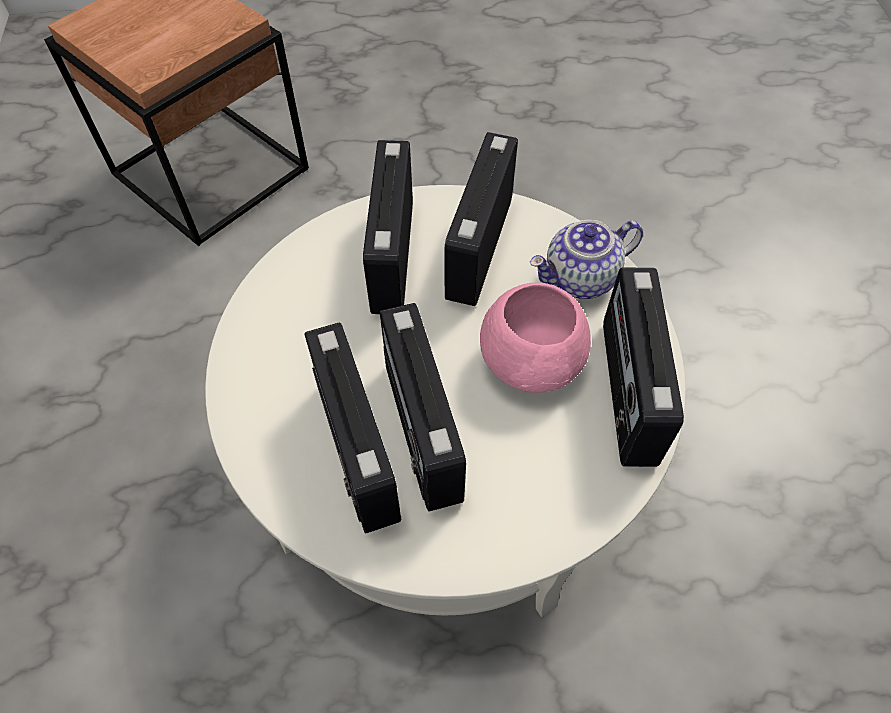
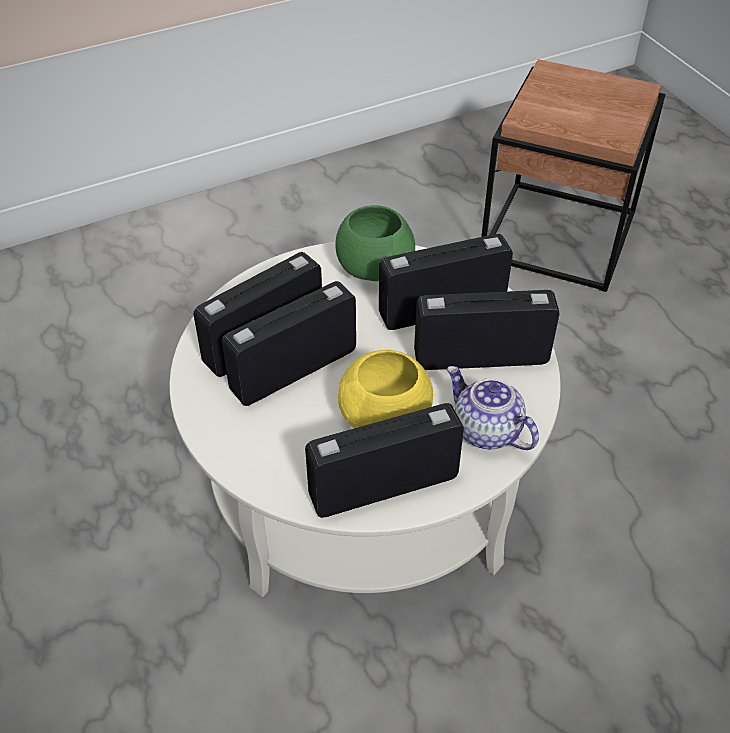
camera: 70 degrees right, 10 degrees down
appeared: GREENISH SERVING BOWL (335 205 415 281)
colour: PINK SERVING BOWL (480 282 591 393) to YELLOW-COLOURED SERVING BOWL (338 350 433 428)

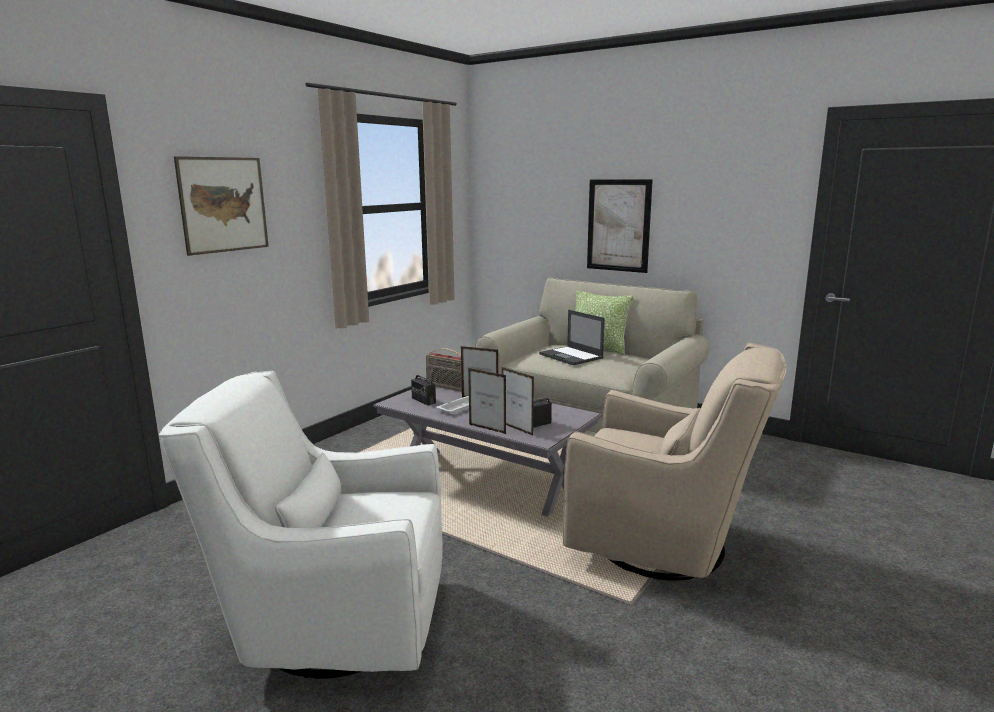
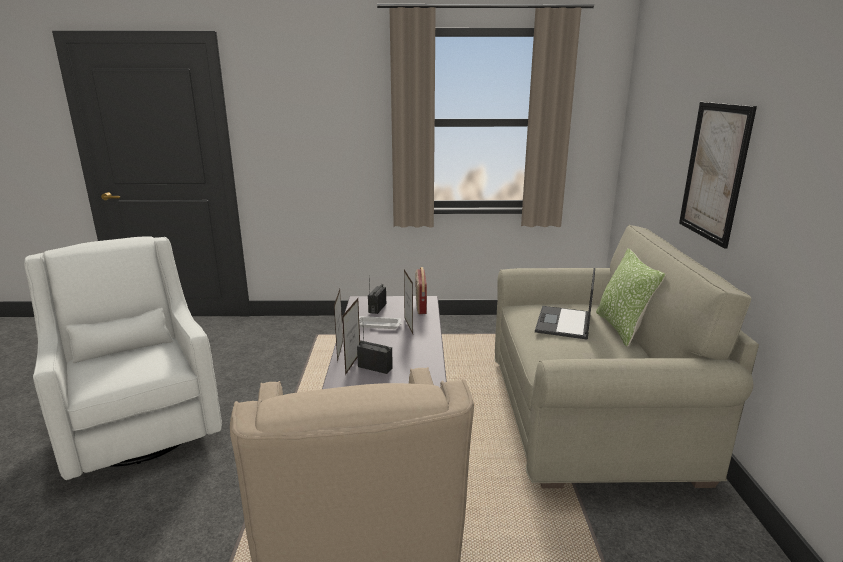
camera: 55 degrees right, 5 degrees up
missing: WALL ART (174 156 269 256)

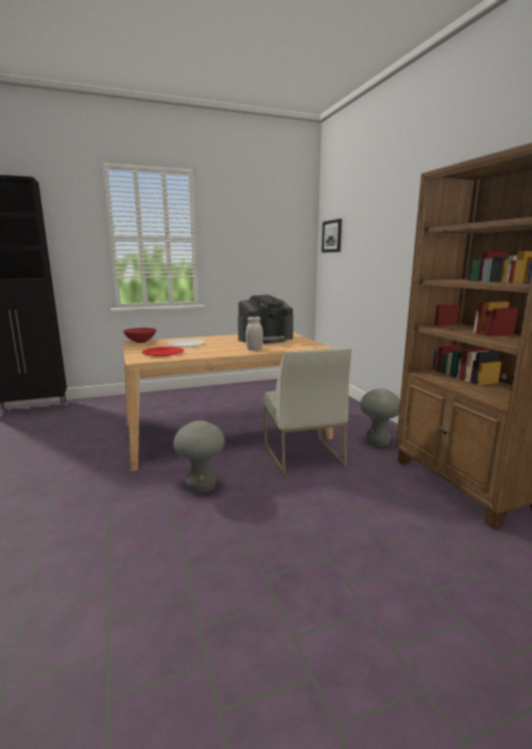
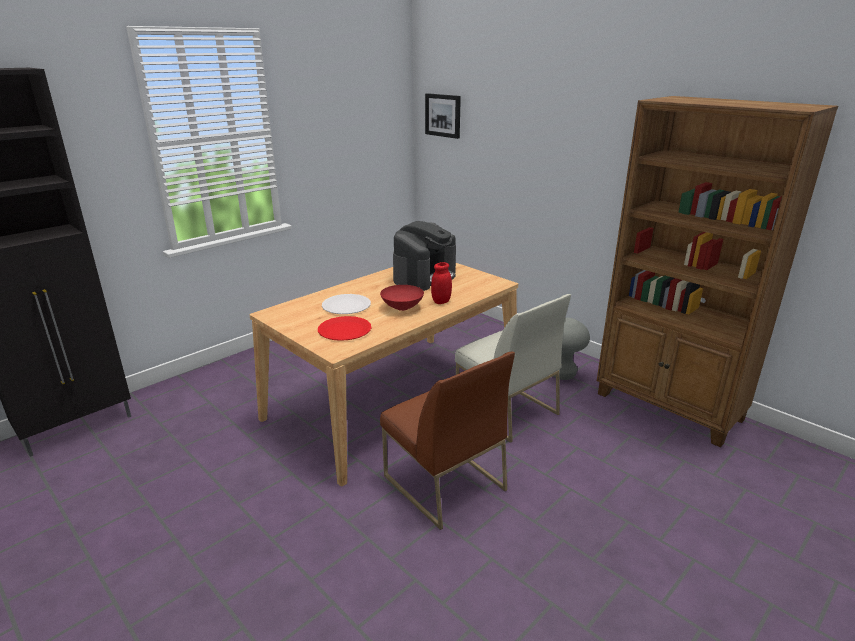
camera: 25 degrees left, 10 degrees up
relocated: REDDISH SERVING BOWL (123 328 156 343) to (380 285 424 311)
exchanged: GREY STOOL (173 420 225 493) to BROWNISH PLAIN CHAIR (380 352 515 530)
colour: WHITE-COLOURED JAR (246 316 263 350) to REDDISH JAR (431 262 452 304)

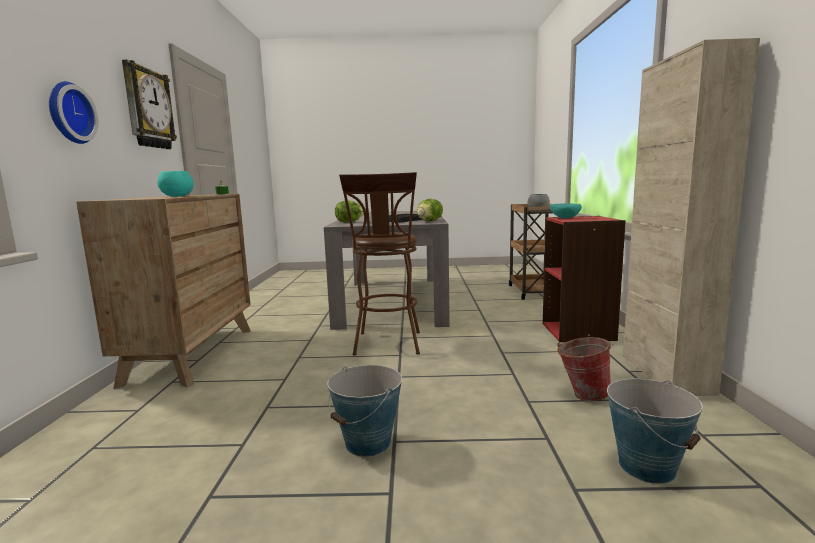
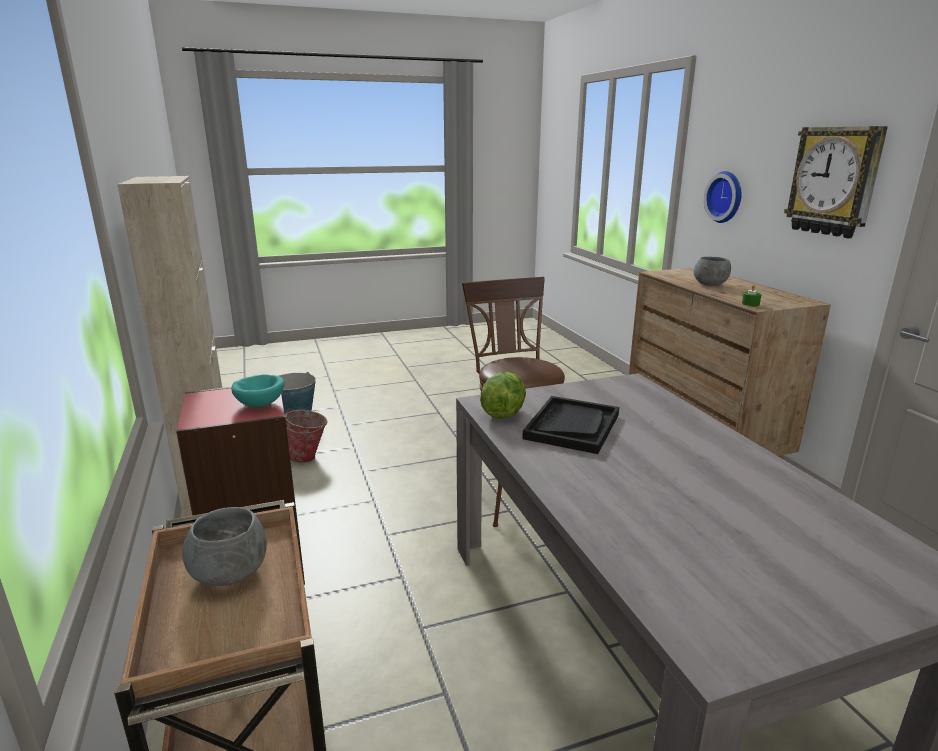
camera: 160 degrees right, 10 degrees up
missing: PAIL (327 365 402 457); LETTUCE (335 201 364 222)
colour: TURQUOISE SERVING BOWL (158 171 193 197) to GREY SERVING BOWL (694 257 731 286)

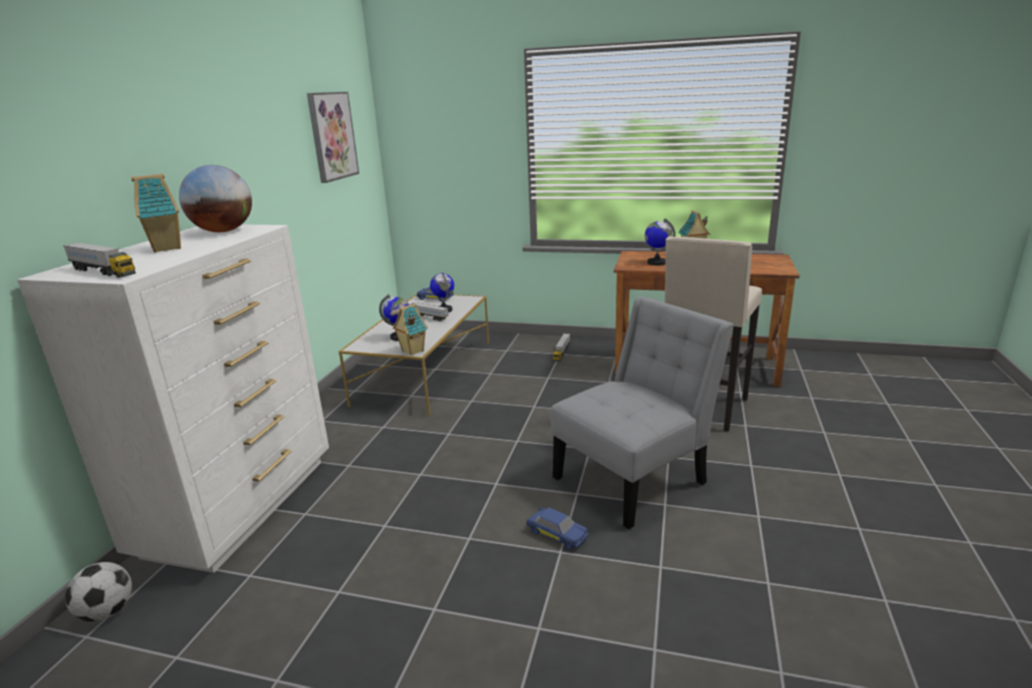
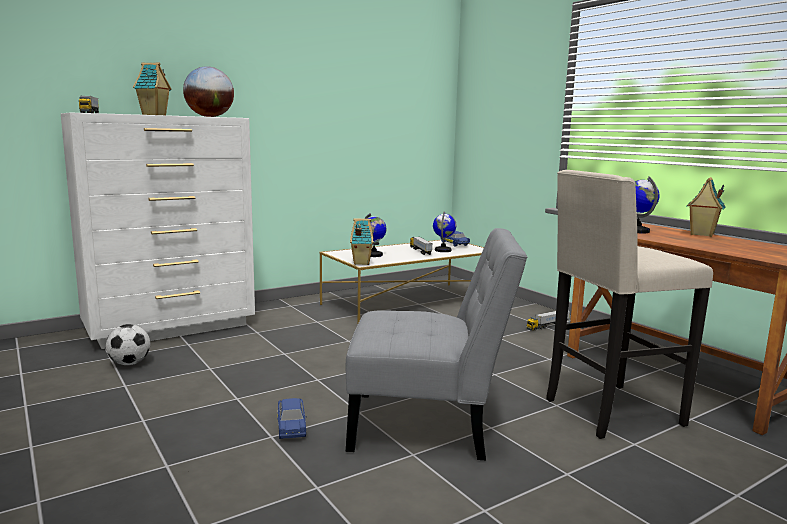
camera: 40 degrees right, 10 degrees down
missing: WALL ART (307 92 359 183)
relocated: FOOTBALL BALL (65 562 132 622) to (106 324 150 365)

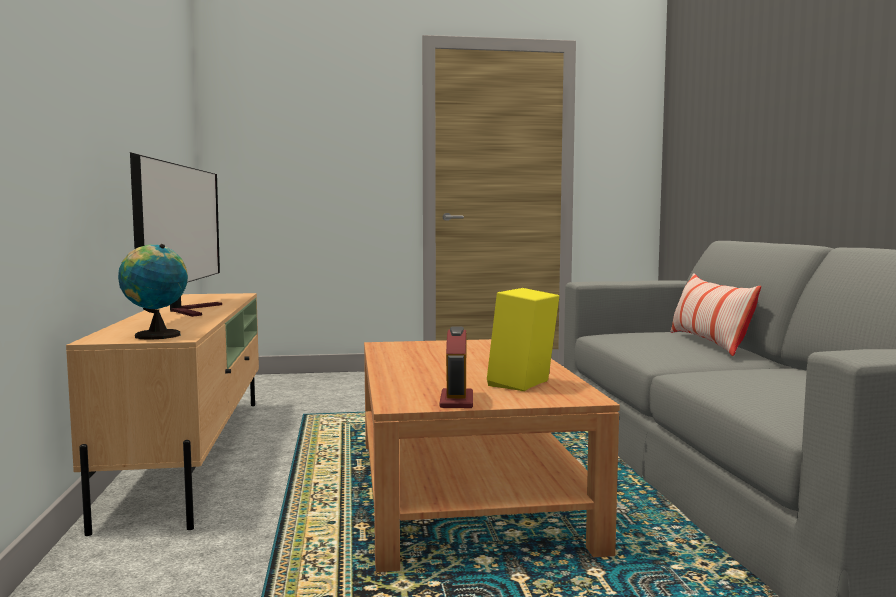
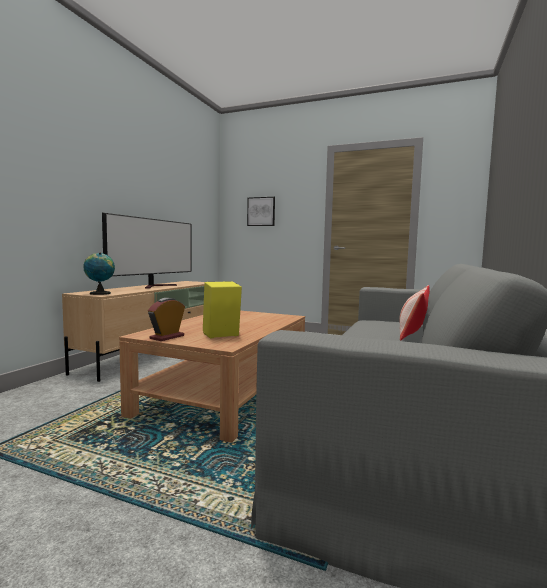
camera: 30 degrees right, 0 degrees up
appeared: WALL ART (247 197 275 226)

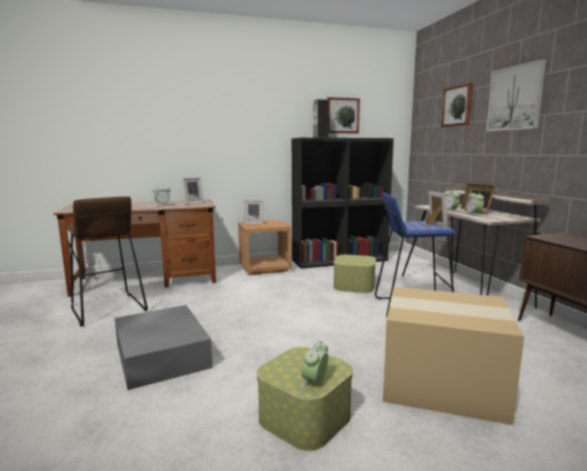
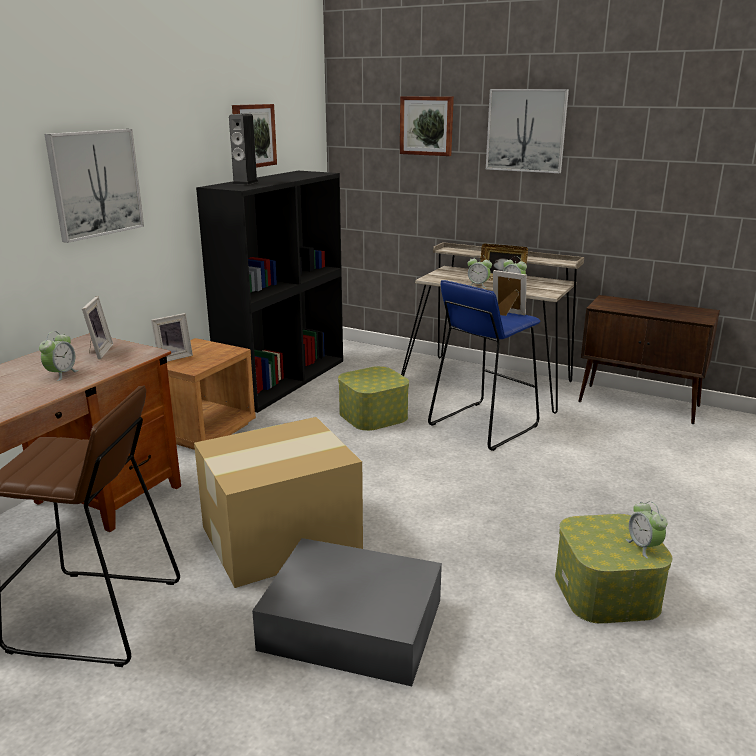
camera: 45 degrees left, 10 degrees up
appeared: WALL ART (45 129 144 243)
relocated: CARTON (383 287 524 425) to (194 417 363 588)

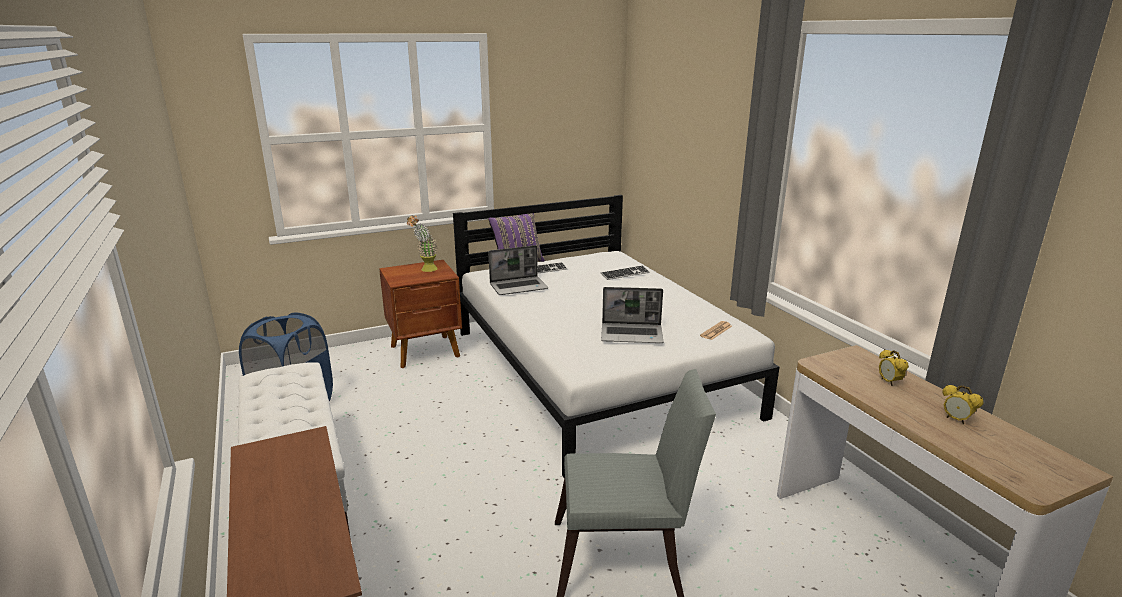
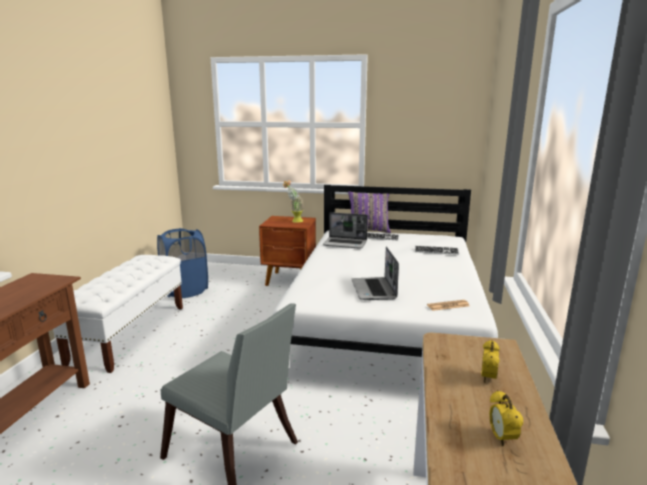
camera: 35 degrees right, 5 degrees down
spun: NOTEBOOK COMPUTER (601 287 664 343) = (352 246 399 300) 45 degrees clockwise

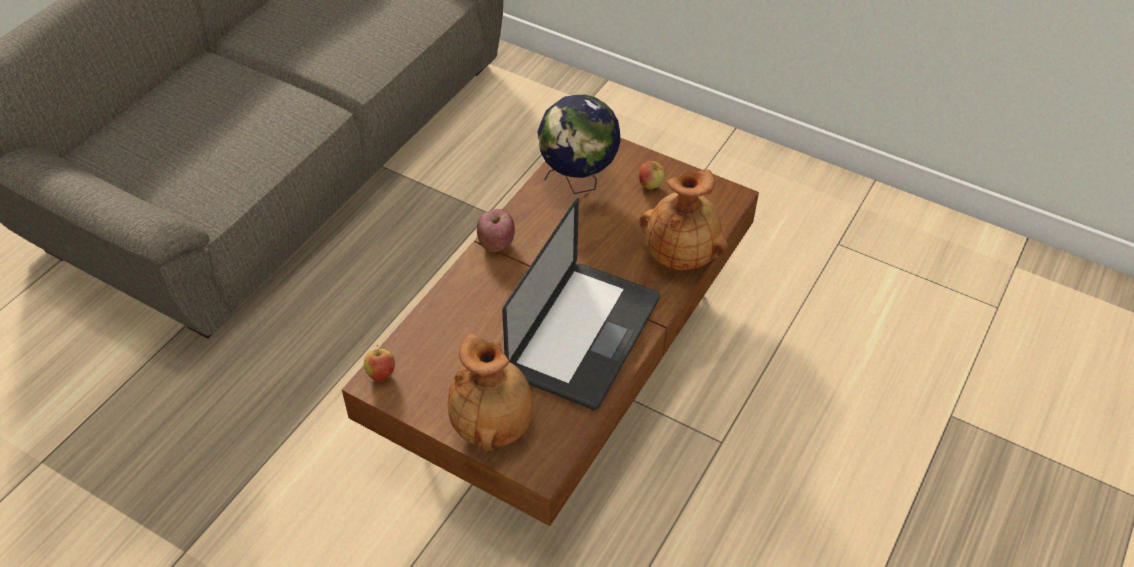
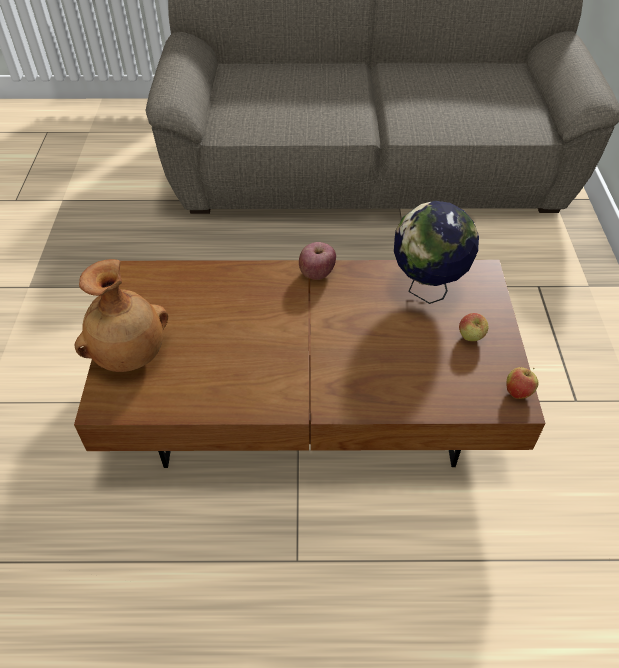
camera: 60 degrees right, 0 degrees up
missing: NOTEBOOK COMPUTER (502 198 660 410); BROWNISH DECORATIVE VASE (639 169 728 270)
relocated: WHOLE APPLE (364 345 395 381) to (506 367 539 399)

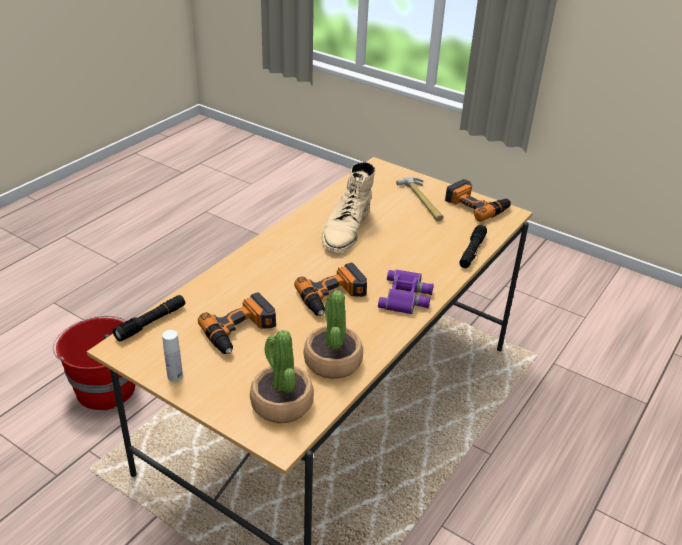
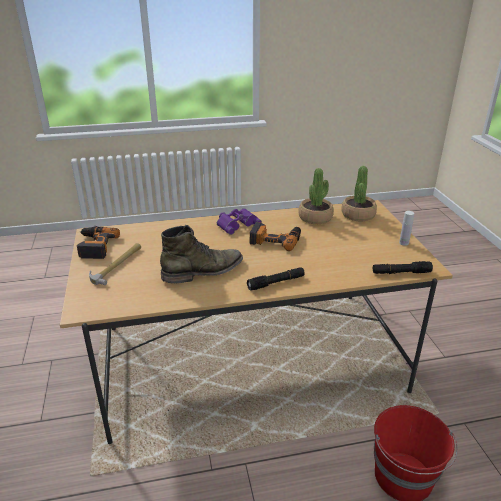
camera: 135 degrees left, 5 degrees down
missing: ELECTRIC DRILL (198 292 276 354)
relocated: BLACK-COLOURED TORCH (459 225 487 268) to (247 267 305 291)
colour: SAND-COLOURED HIGH-TOP BOOT (322 162 375 253) to GREENISH HIGH-TOP BOOT (160 225 243 283)

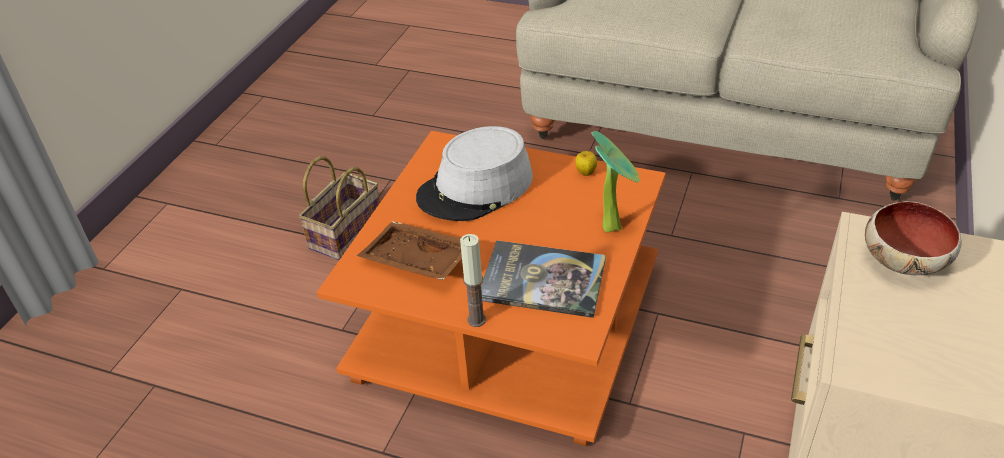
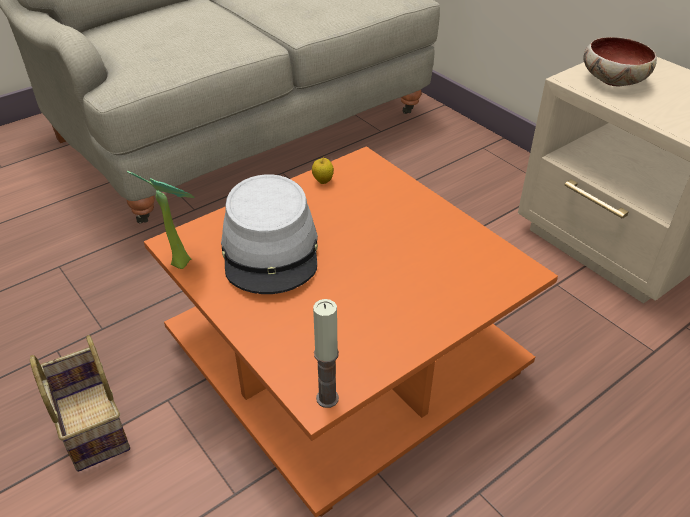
camera: 60 degrees left, 0 degrees up
missing: BROWNISH SERVING TRAY (357 221 462 280); VOLUME (481 240 606 318)
relocated: CANDLE (460 234 486 327) to (313 299 339 408); HOUSEPLANT (591 131 640 232) to (127 171 195 269)

